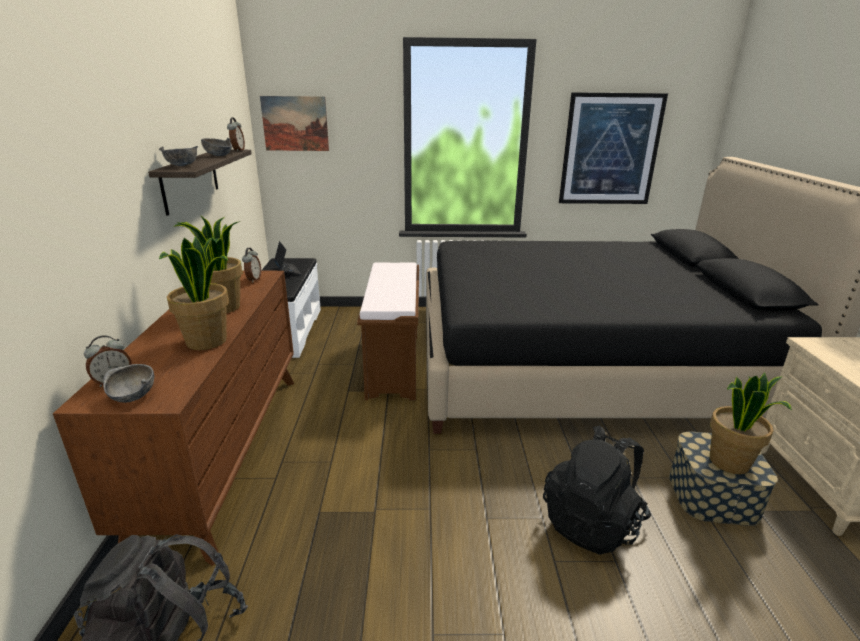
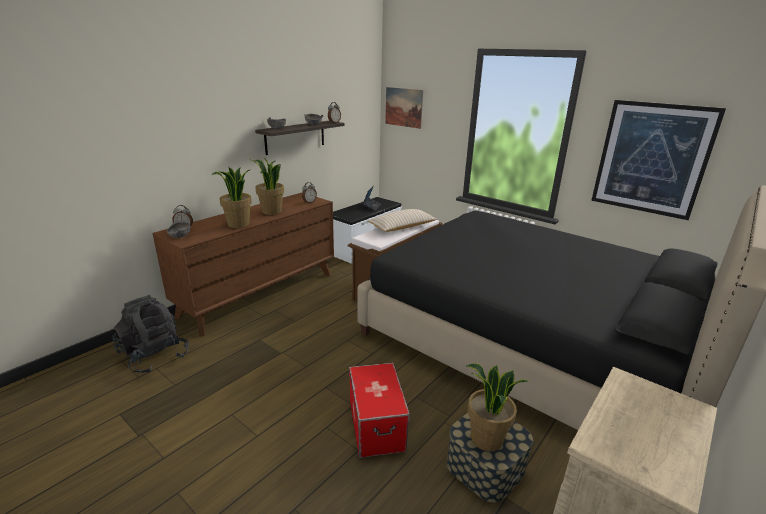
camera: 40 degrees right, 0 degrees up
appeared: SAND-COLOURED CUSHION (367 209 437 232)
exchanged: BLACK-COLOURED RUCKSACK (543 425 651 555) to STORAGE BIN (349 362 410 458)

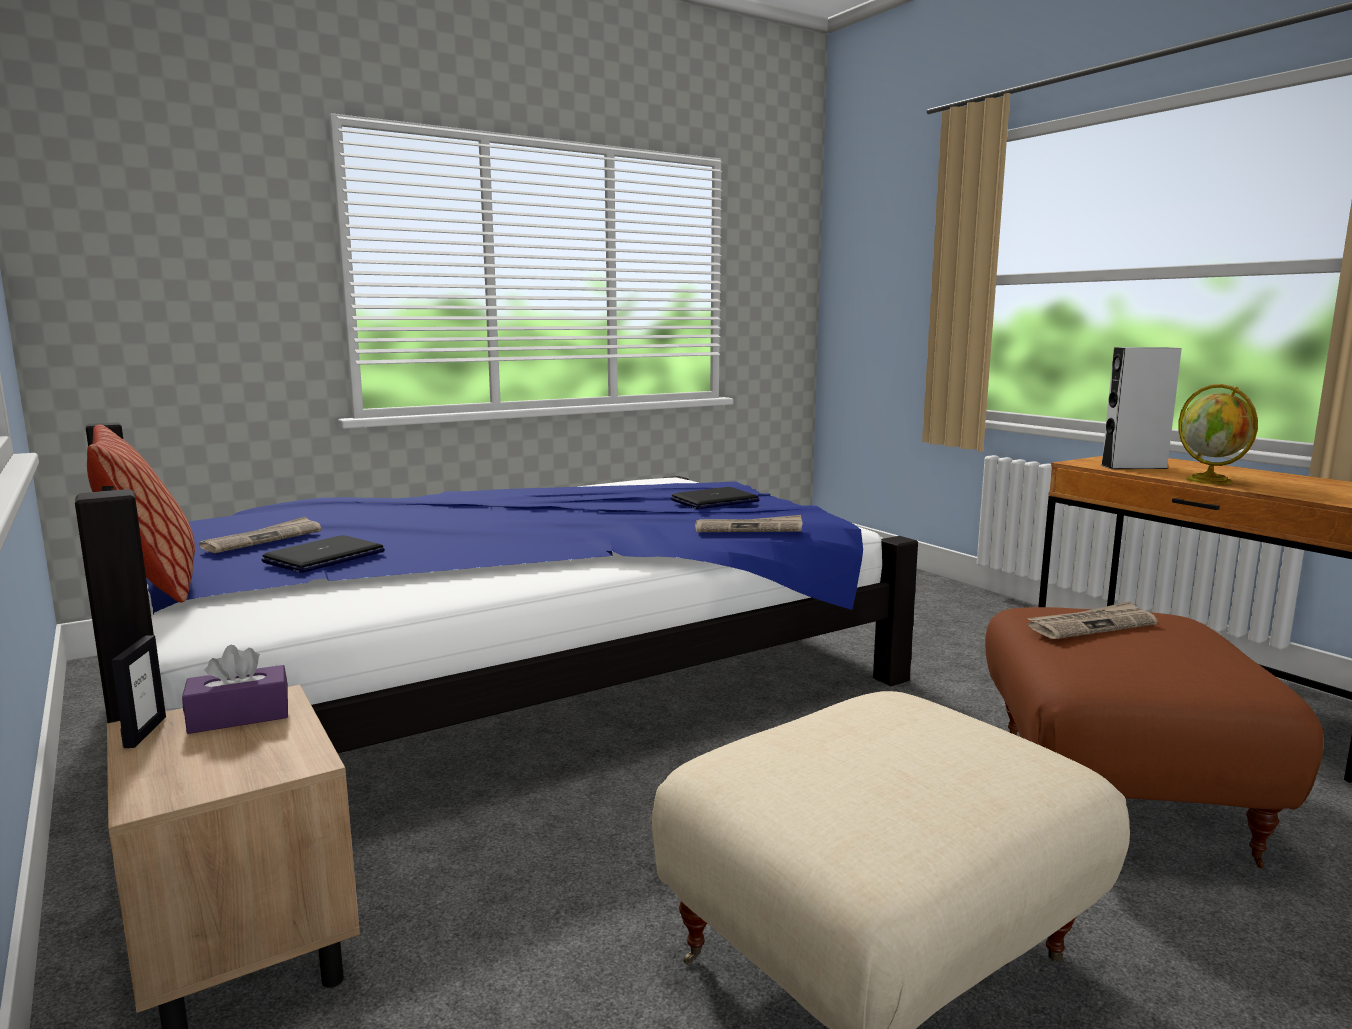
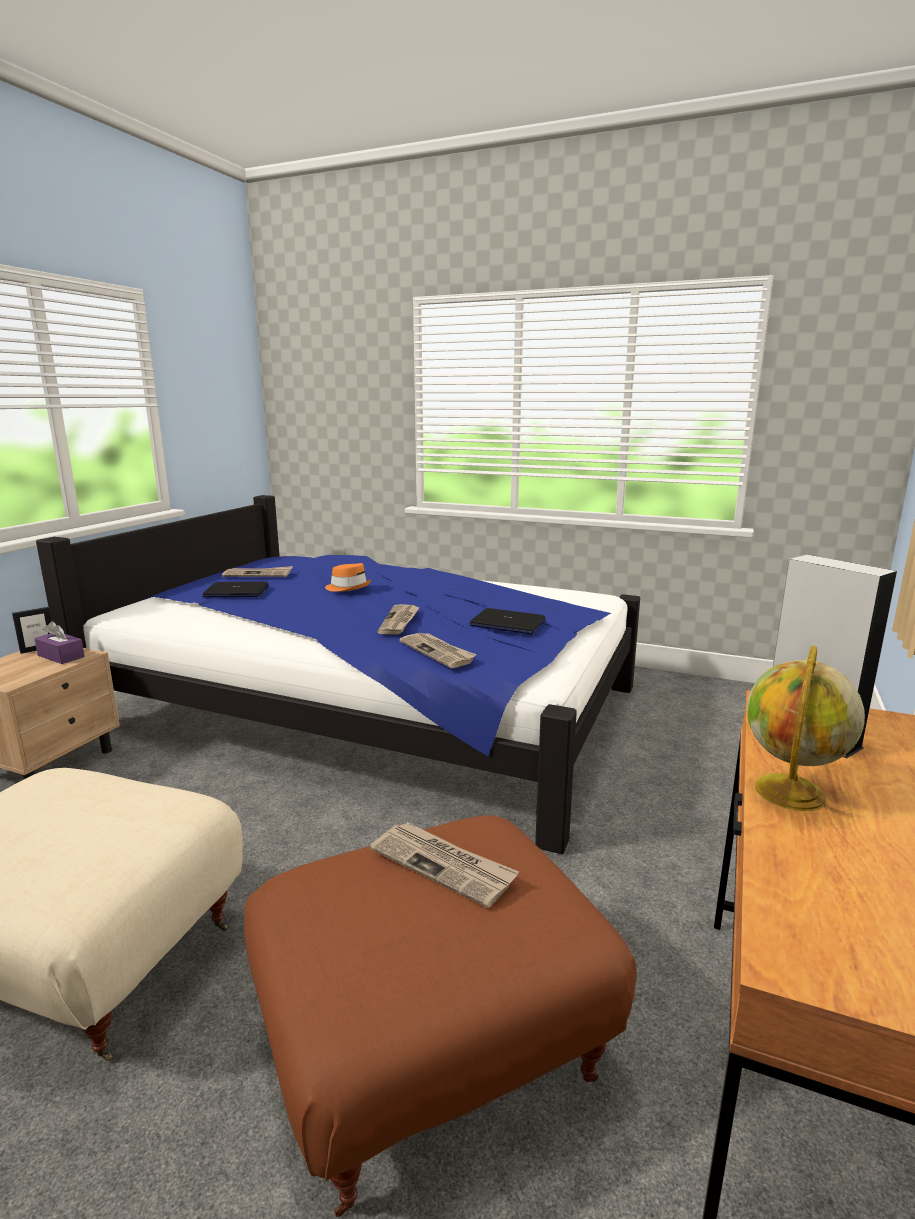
camera: 55 degrees right, 5 degrees up
missing: CUSHION (87 424 195 602)
appeared: ORANGE-COLOURED CLOTHING HAT (325 563 371 592); DAILY PAPER (377 604 420 634)

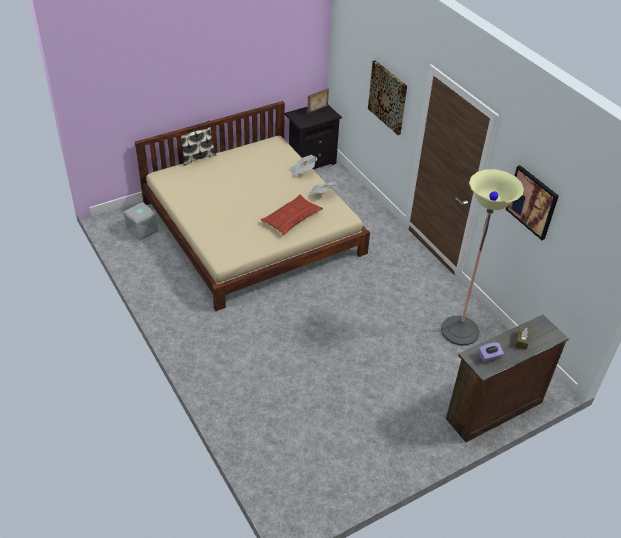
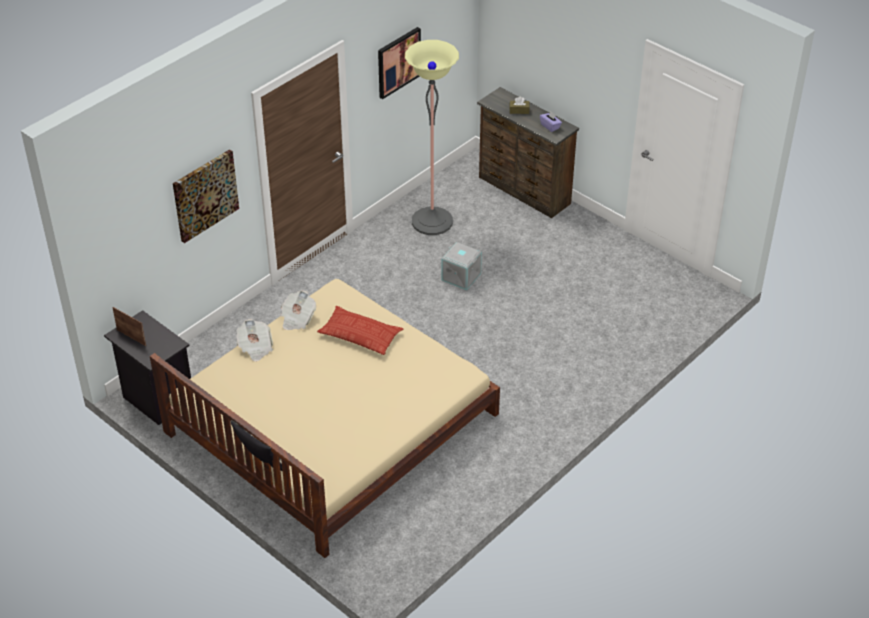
camera: 105 degrees left, 0 degrees up
relocated: GREY STORAGE BIN (123 202 158 241) to (442 242 482 290)

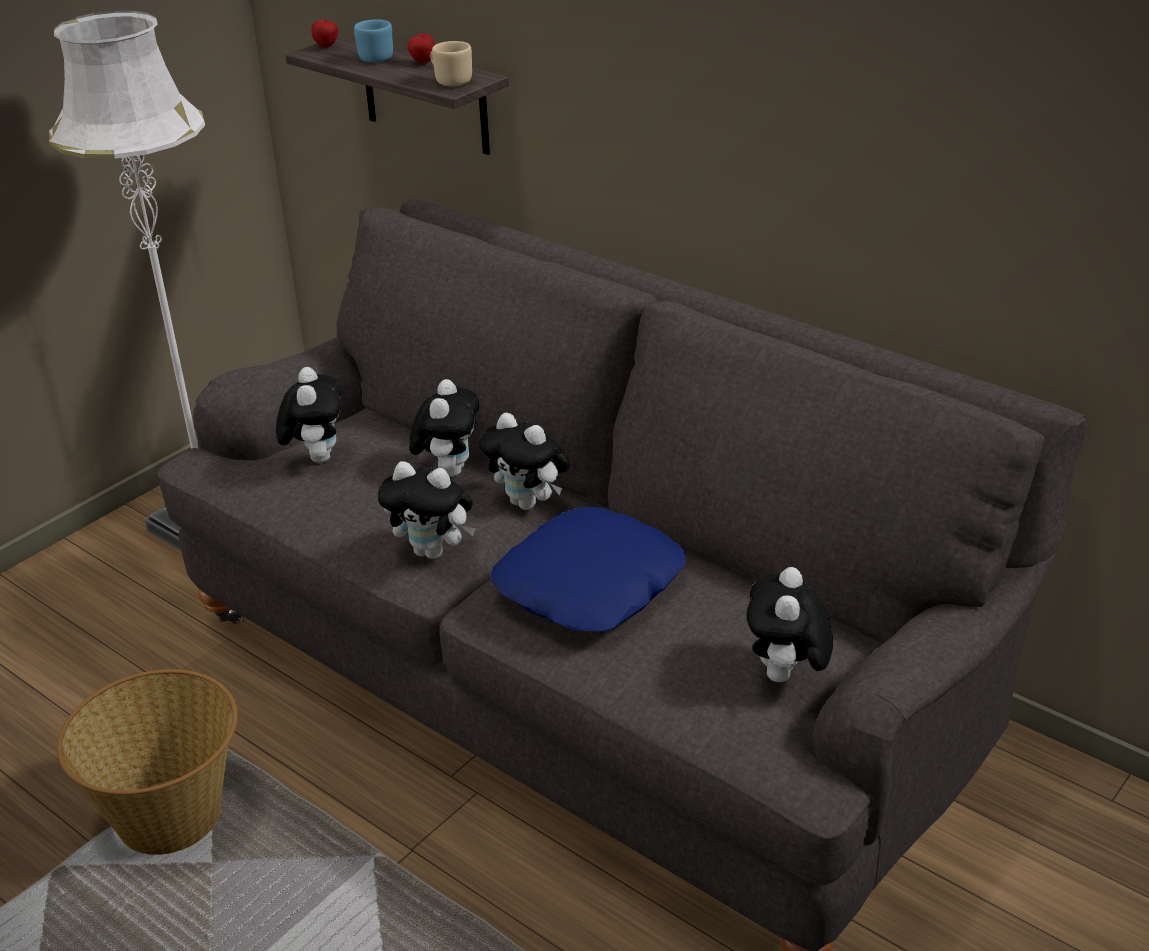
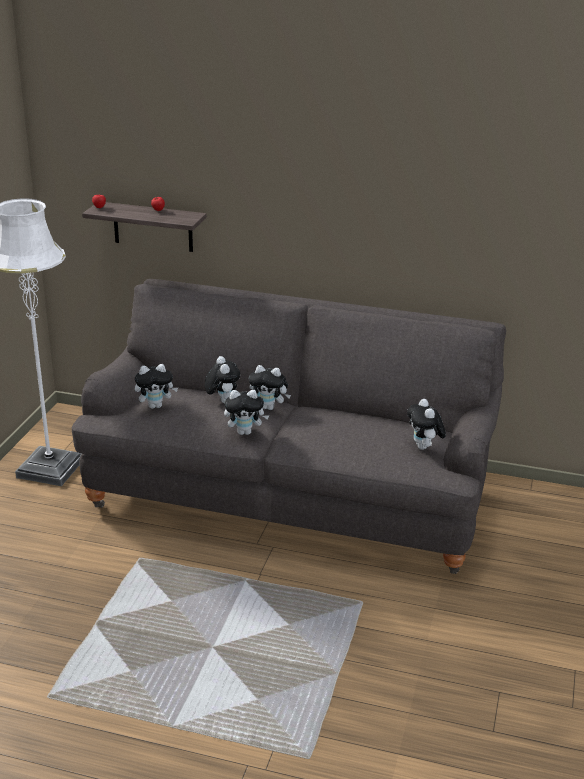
camera: 25 degrees left, 5 degrees down
missing: BASKET (57 669 238 855); BLUE-COLOURED TEA MUG (354 19 393 63); SAND-COLOURED TEA MUG (430 41 472 86); BLUE-COLOURED CUSHION (490 507 686 633)
spun: PLUSH TOY (276 367 342 463) = (135 364 178 409) 105 degrees clockwise

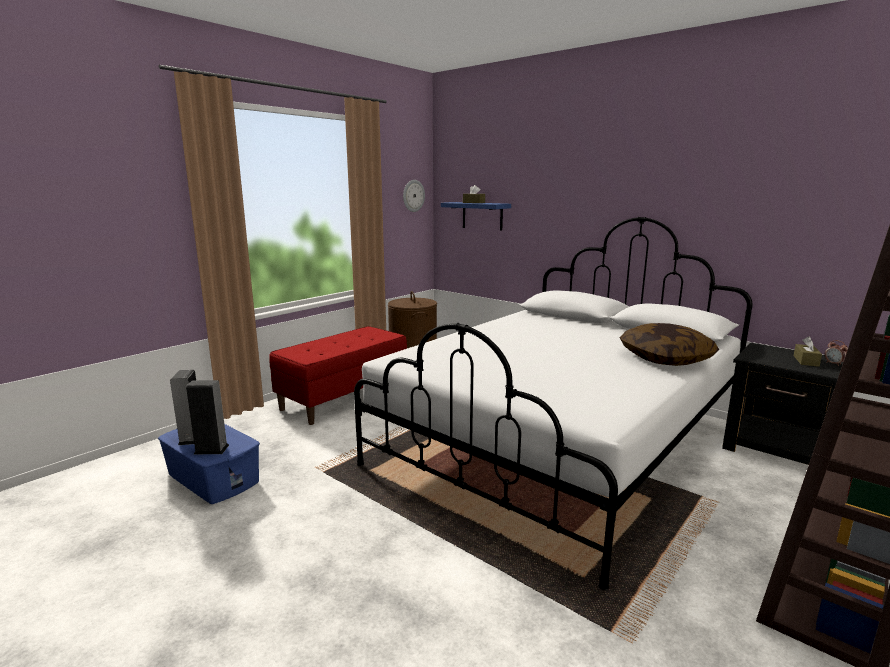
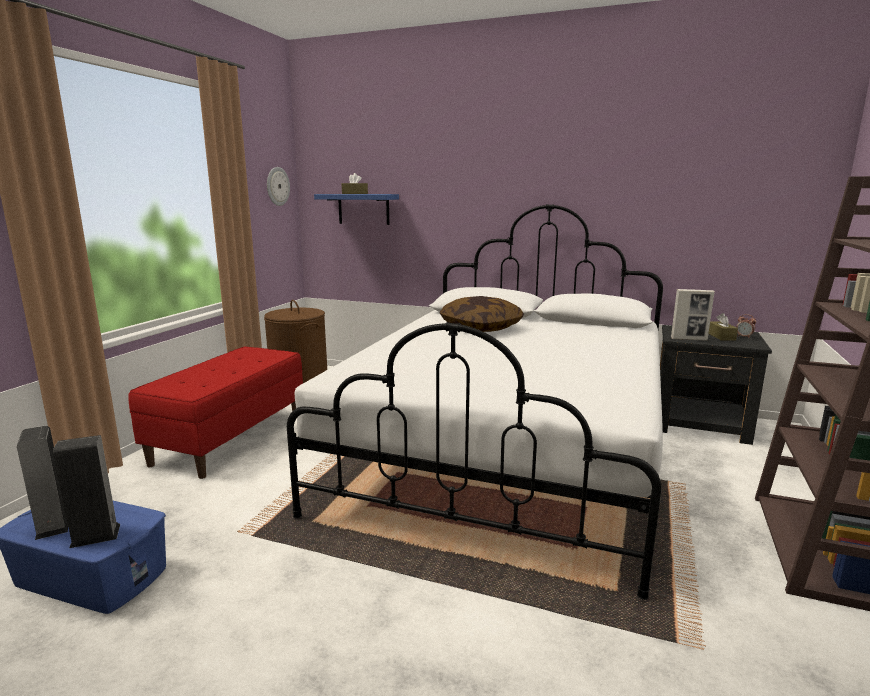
camera: 20 degrees left, 0 degrees up
appeared: PHOTO FRAME (671 289 715 341)
relocated: CUSHION (620 323 719 366) to (439 296 524 332)

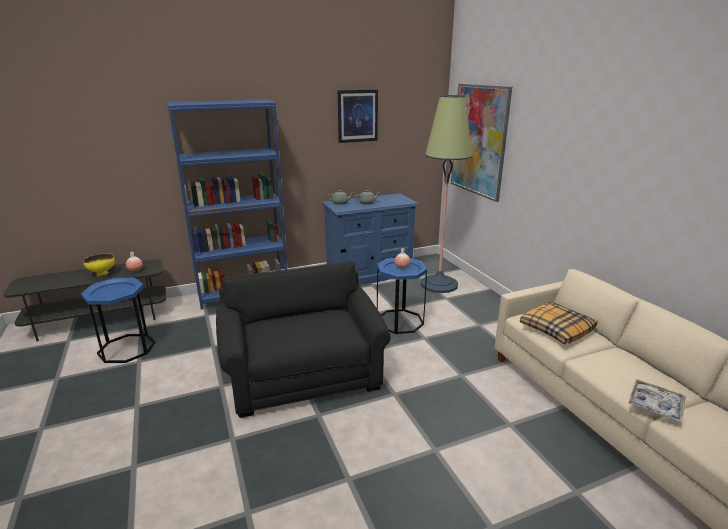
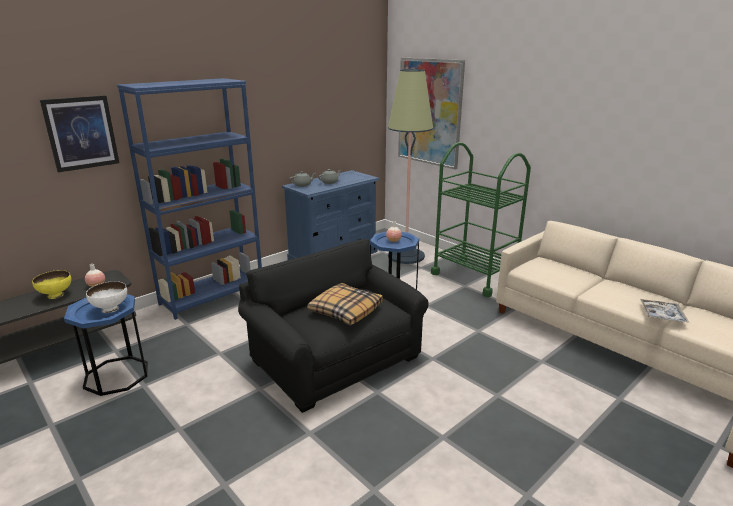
camera: 20 degrees left, 0 degrees up
appeared: WHITE-COLOURED SERVING BOWL (86 281 127 313); GREENISH CART (431 142 531 297)
relocated: WALL ART (338 90 378 143) to (40 95 119 172); CUSHION (520 302 598 344) to (307 283 383 325)

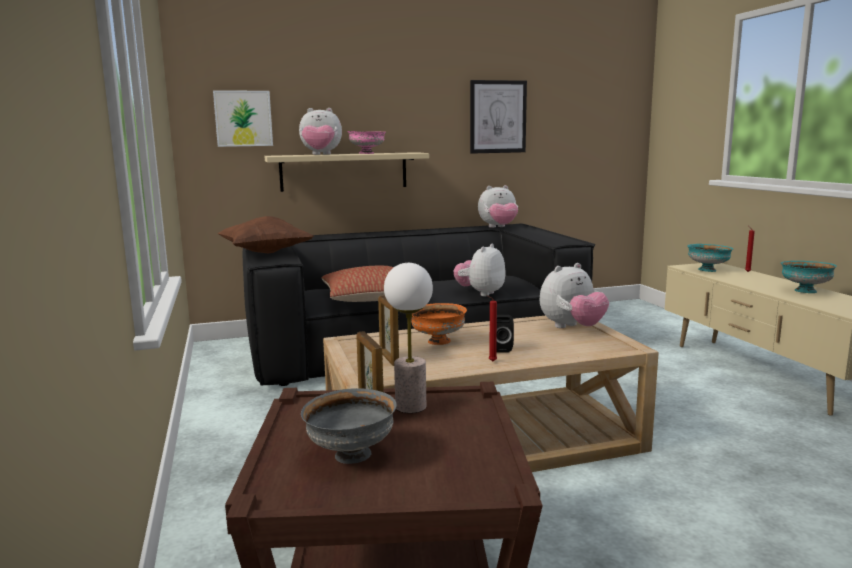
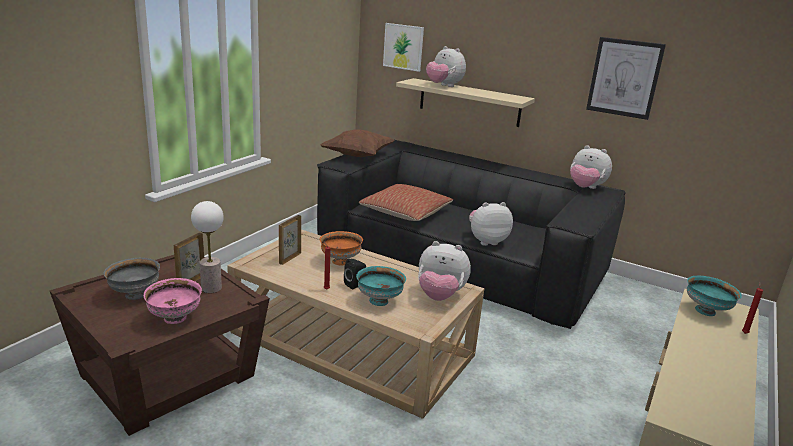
camera: 45 degrees right, 10 degrees up
relocated: PINK SERVING BOWL (347 131 386 154) to (144 278 202 324); TURQUOISE SERVING BOWL (781 261 837 293) to (356 266 406 306)

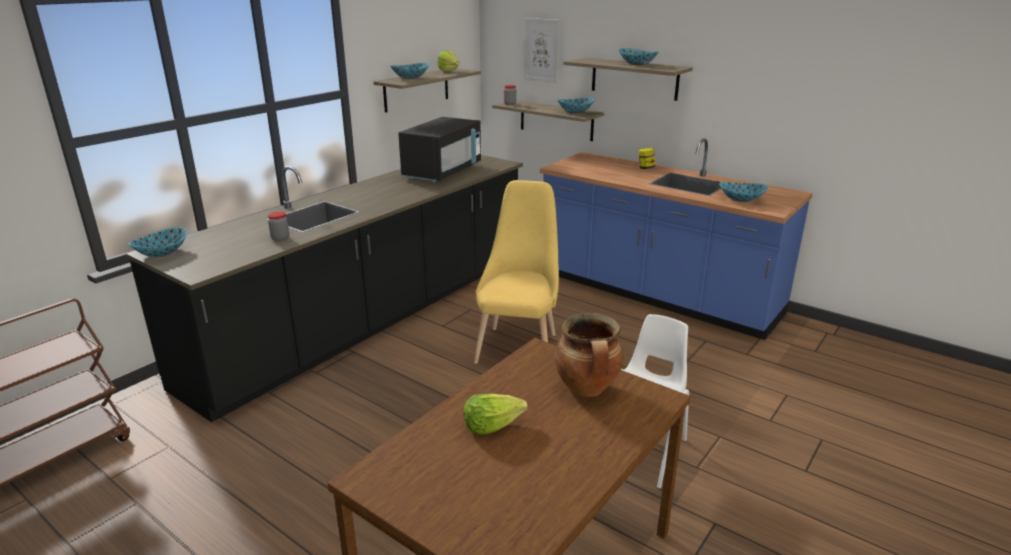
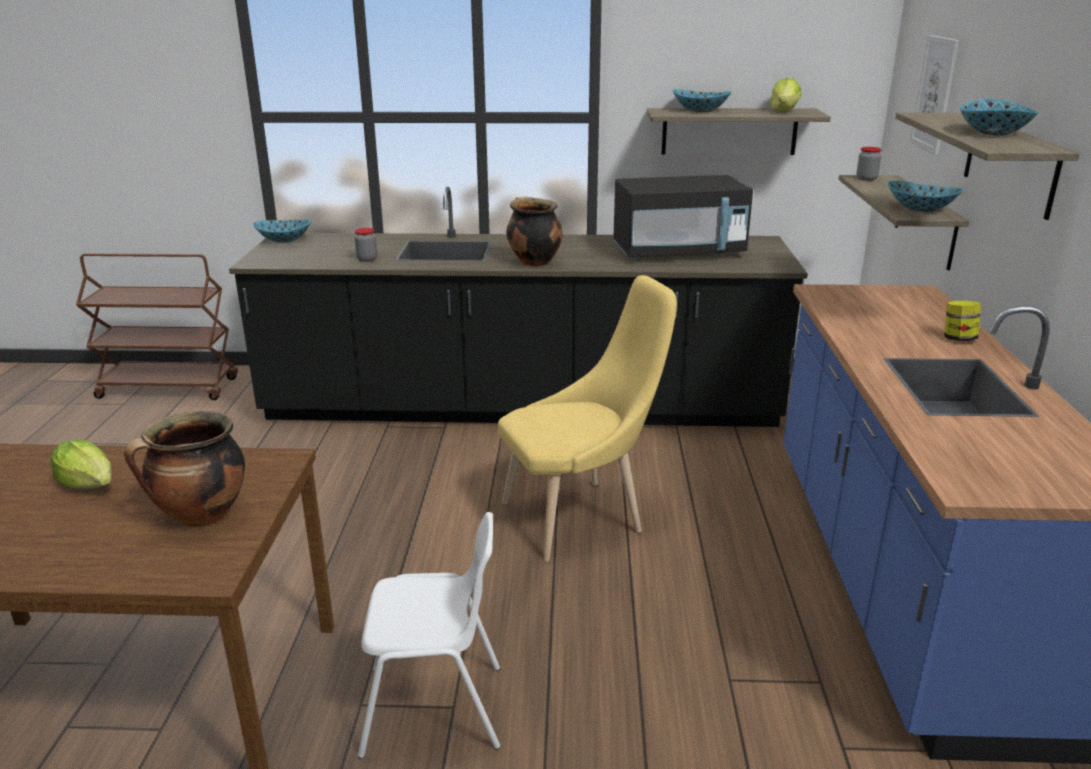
camera: 55 degrees right, 0 degrees up
missing: SERVING BOWL (719 182 768 202)
appeared: COOKING POT (506 197 563 267)

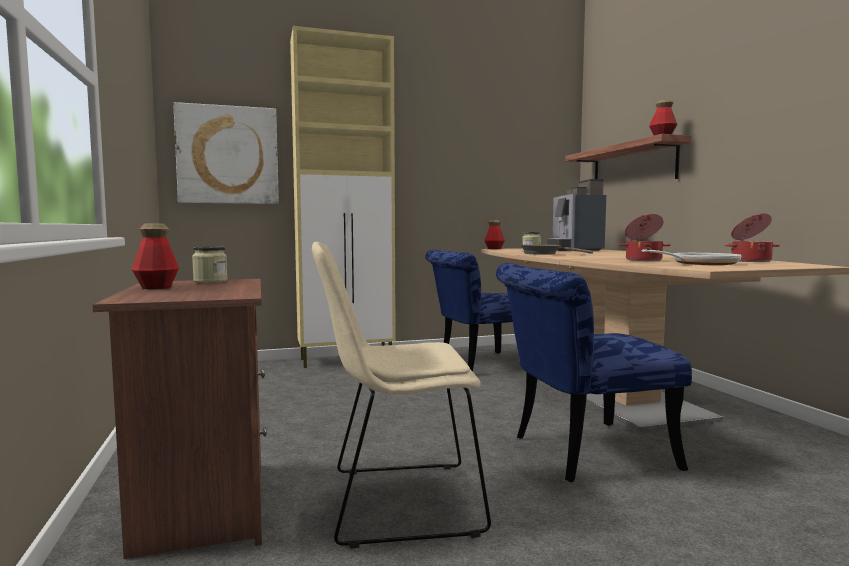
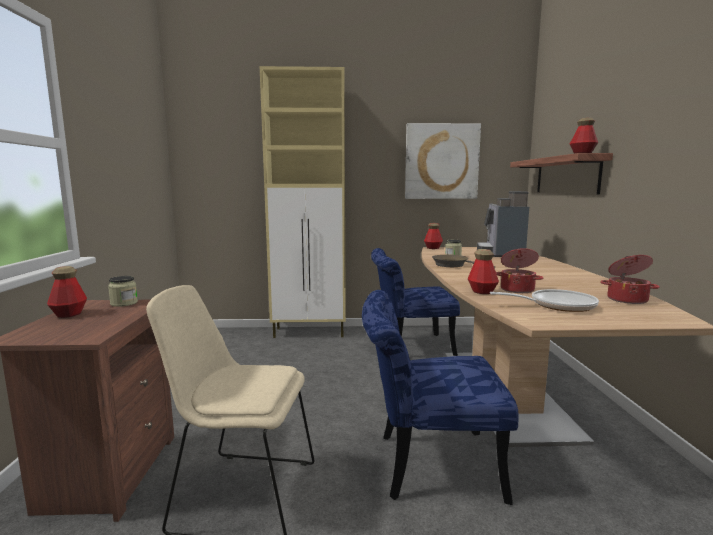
camera: 15 degrees right, 5 degrees up
appeared: DRINK BOTTLE (468 249 499 294)
relocated: WALL ART (173 102 279 204) to (405 123 481 199)

